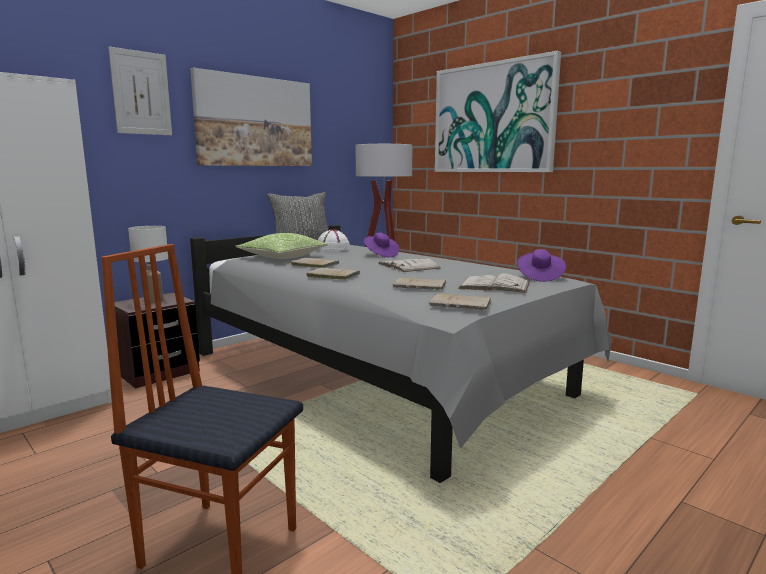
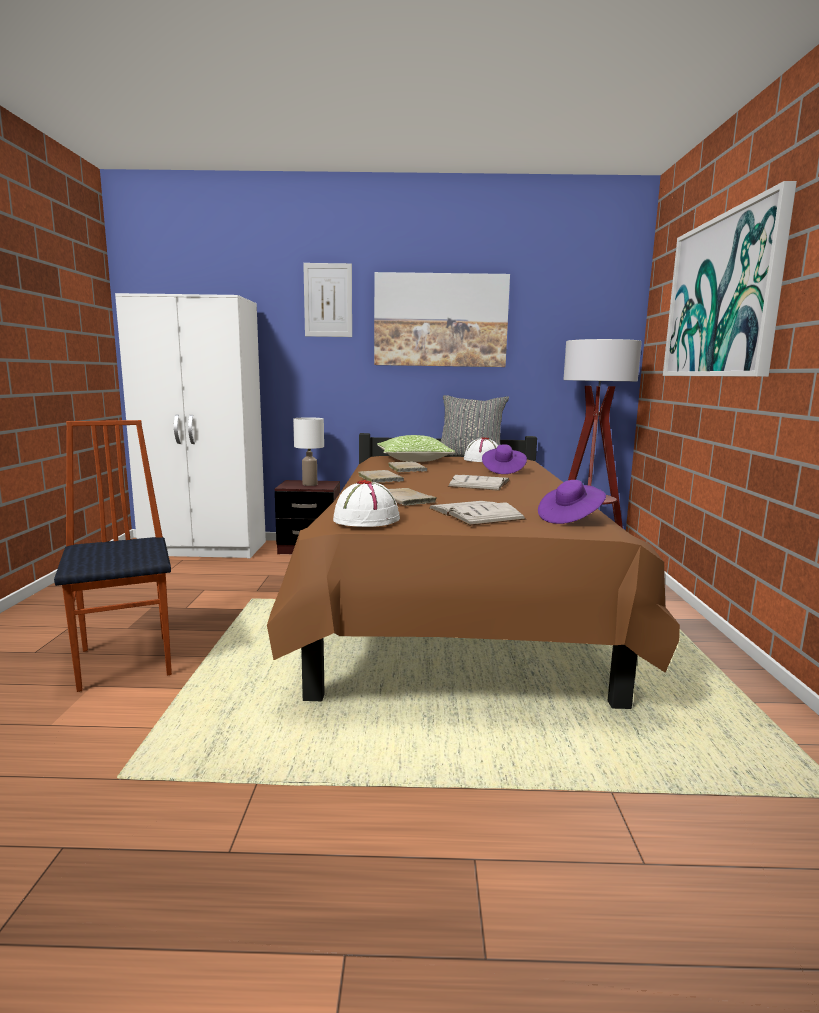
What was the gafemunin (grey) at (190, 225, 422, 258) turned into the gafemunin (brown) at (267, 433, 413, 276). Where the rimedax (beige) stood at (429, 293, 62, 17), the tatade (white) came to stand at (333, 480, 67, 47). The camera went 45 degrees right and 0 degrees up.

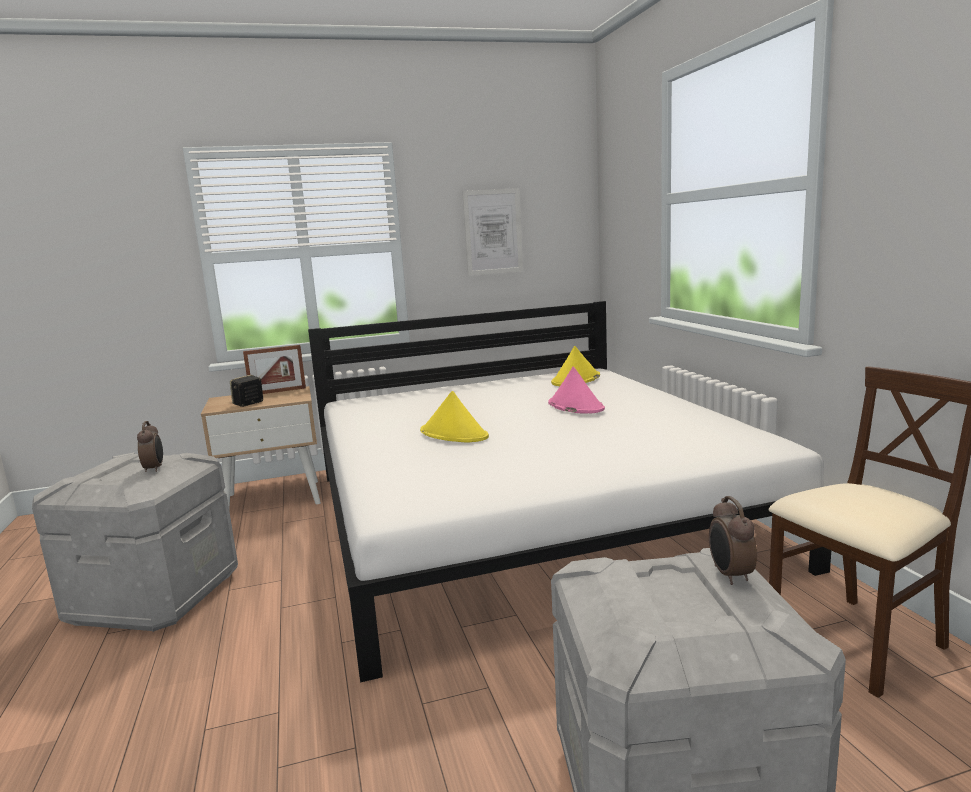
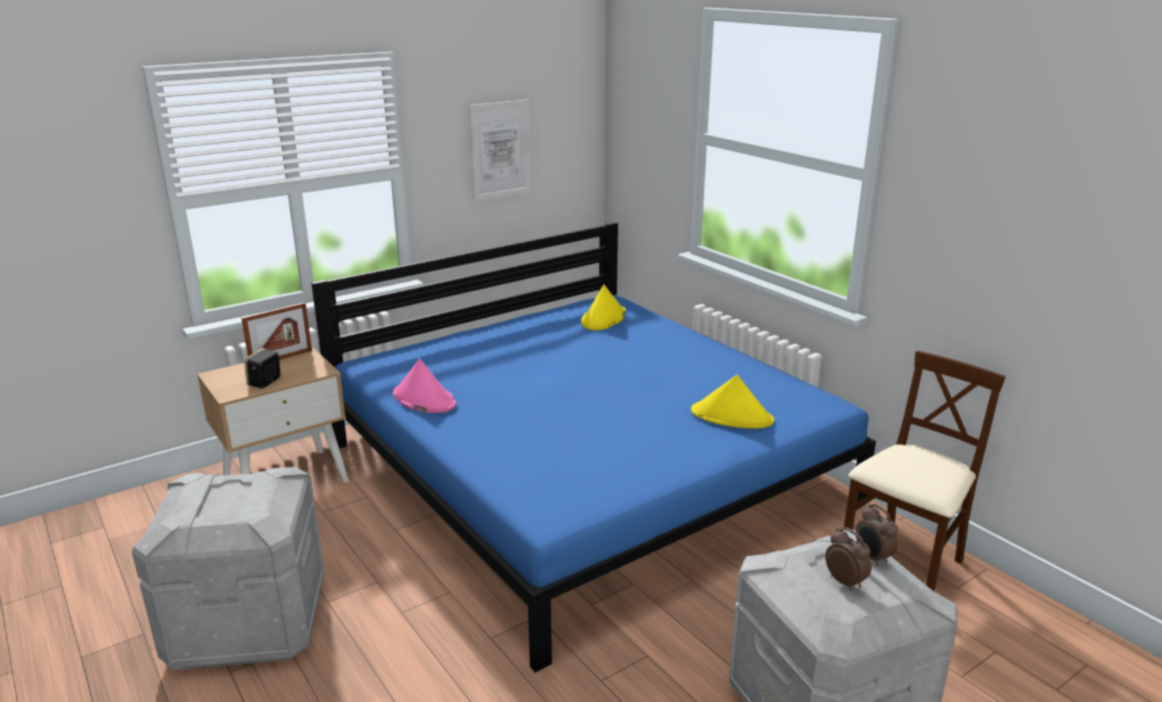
The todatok ended up elsewhere, having gone from (137, 421, 26, 51) to (825, 527, 46, 63). What was the gafemunin (white) at (308, 301, 523, 382) turned into the gafemunin (blue) at (311, 222, 565, 451). The tatade (yellow) ended up elsewhere, having gone from (420, 391, 69, 51) to (691, 375, 83, 53). The tatade (pink) ended up elsewhere, having gone from (548, 367, 57, 46) to (393, 359, 63, 54). The camera went 20 degrees left and 10 degrees up.

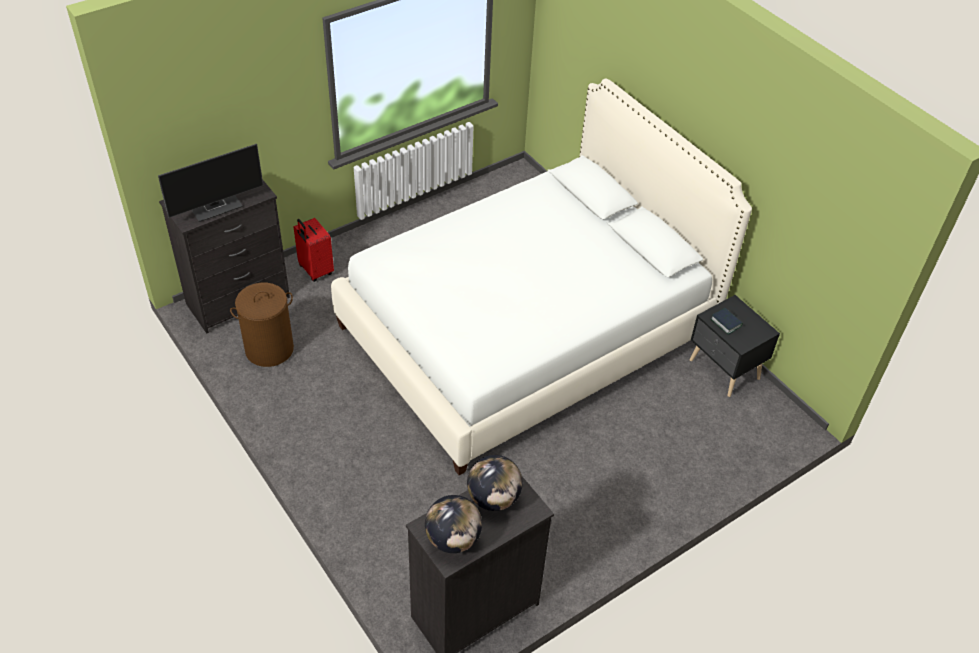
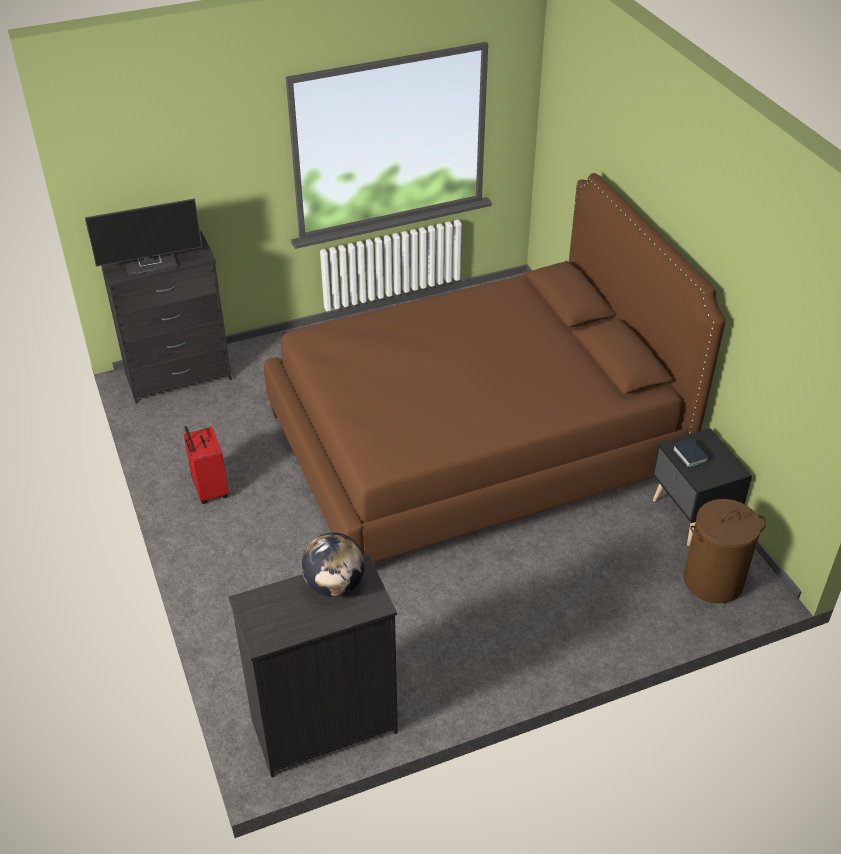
The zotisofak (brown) ended up elsewhere, having gone from (230, 283, 64, 84) to (683, 499, 83, 105). The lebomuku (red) ended up elsewhere, having gone from (294, 218, 40, 64) to (184, 426, 45, 78). What was the gafemunin (white) at (331, 78, 421, 397) turned into the gafemunin (brown) at (264, 173, 462, 390). The second view lost the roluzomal at (425, 495, 57, 58). The camera went 15 degrees right and 5 degrees down.

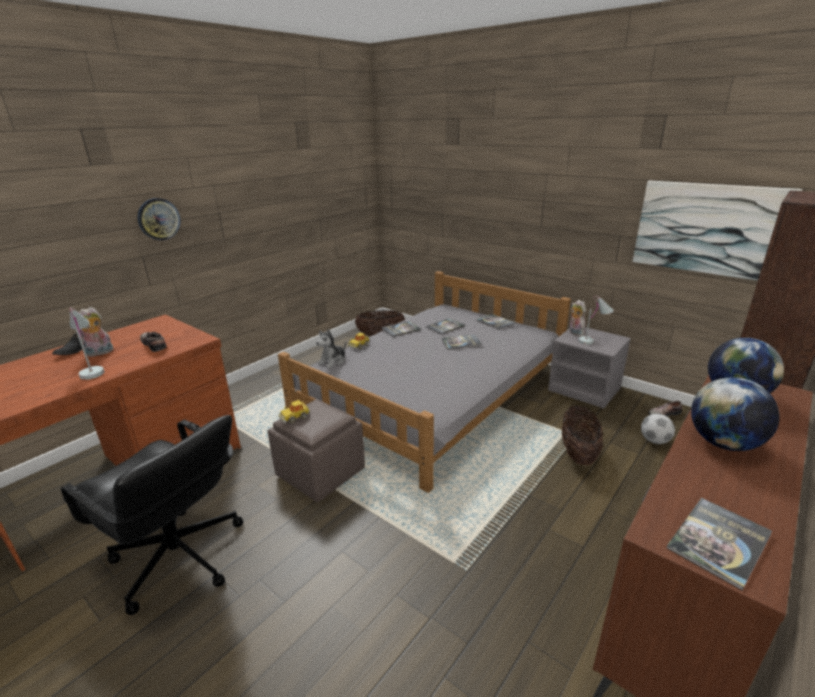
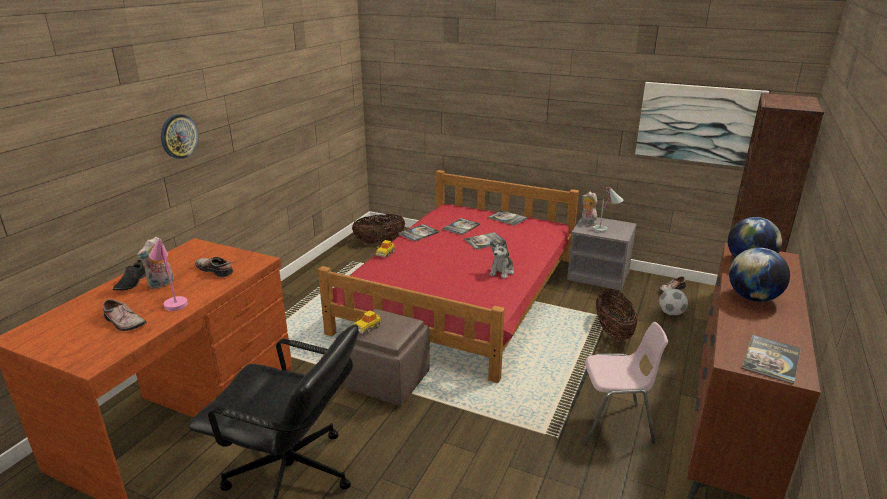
What was the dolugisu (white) at (70, 307, 34, 73) turned into the dolugisu (pink) at (149, 239, 39, 72). What was the gafemunin (grey) at (278, 271, 293, 222) turned into the gafemunin (red) at (318, 170, 261, 213). The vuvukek ended up elsewhere, having gone from (316, 329, 30, 39) to (489, 239, 25, 40). The second view gained the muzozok at (103, 299, 44, 32). The second view gained the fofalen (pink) at (572, 322, 96, 124). The camera went 15 degrees left and 0 degrees up.

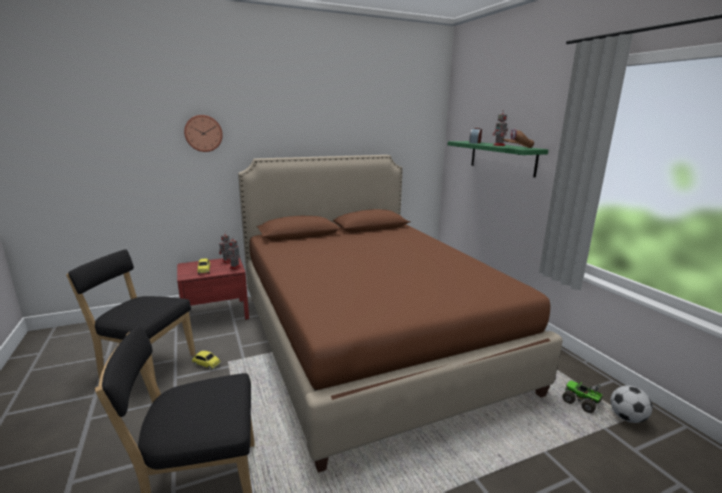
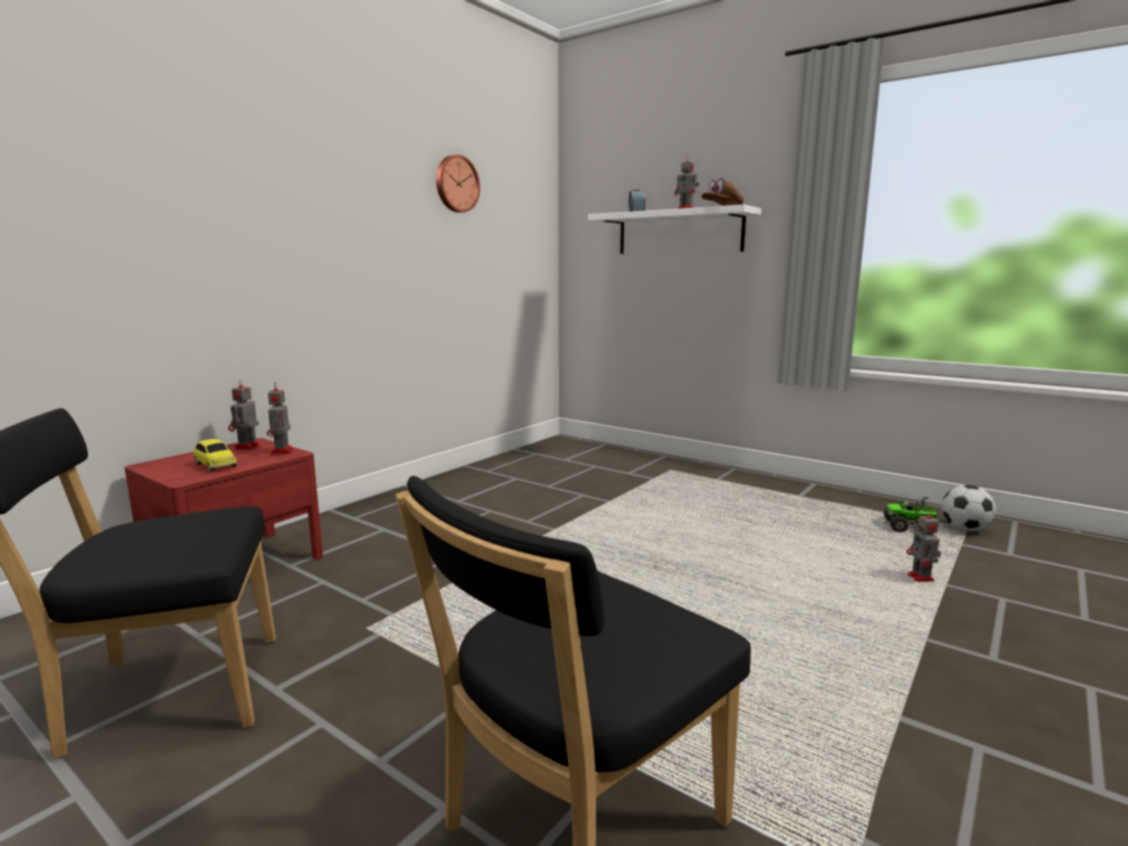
The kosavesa ended up elsewhere, having gone from (184, 115, 39, 37) to (436, 155, 44, 58). The second view lost the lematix at (192, 350, 29, 20). The second view lost the gafemunin (brown) at (238, 155, 325, 318). What was the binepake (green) at (447, 141, 101, 37) turned into the binepake (white) at (588, 205, 173, 49). The second view gained the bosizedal at (906, 509, 35, 73). The camera went 30 degrees left and 5 degrees down.

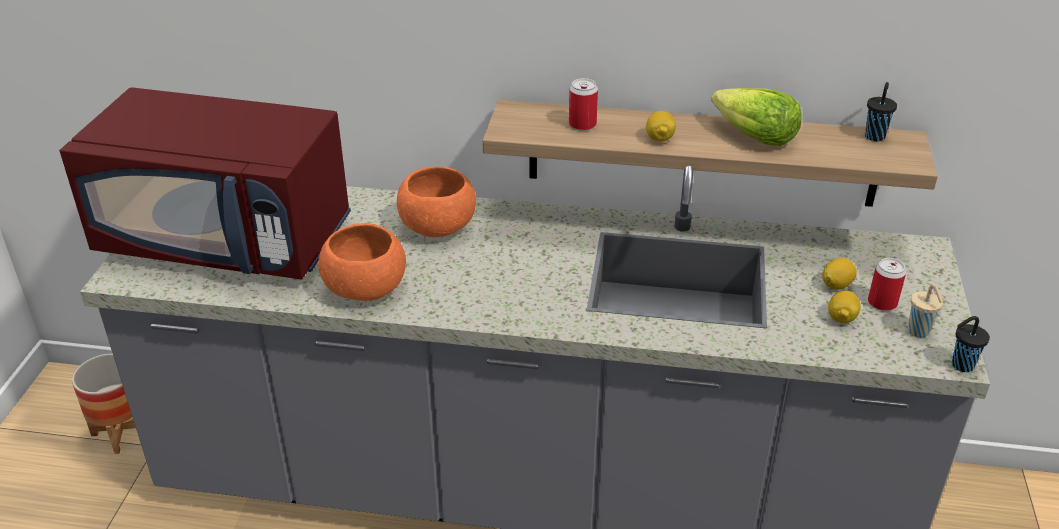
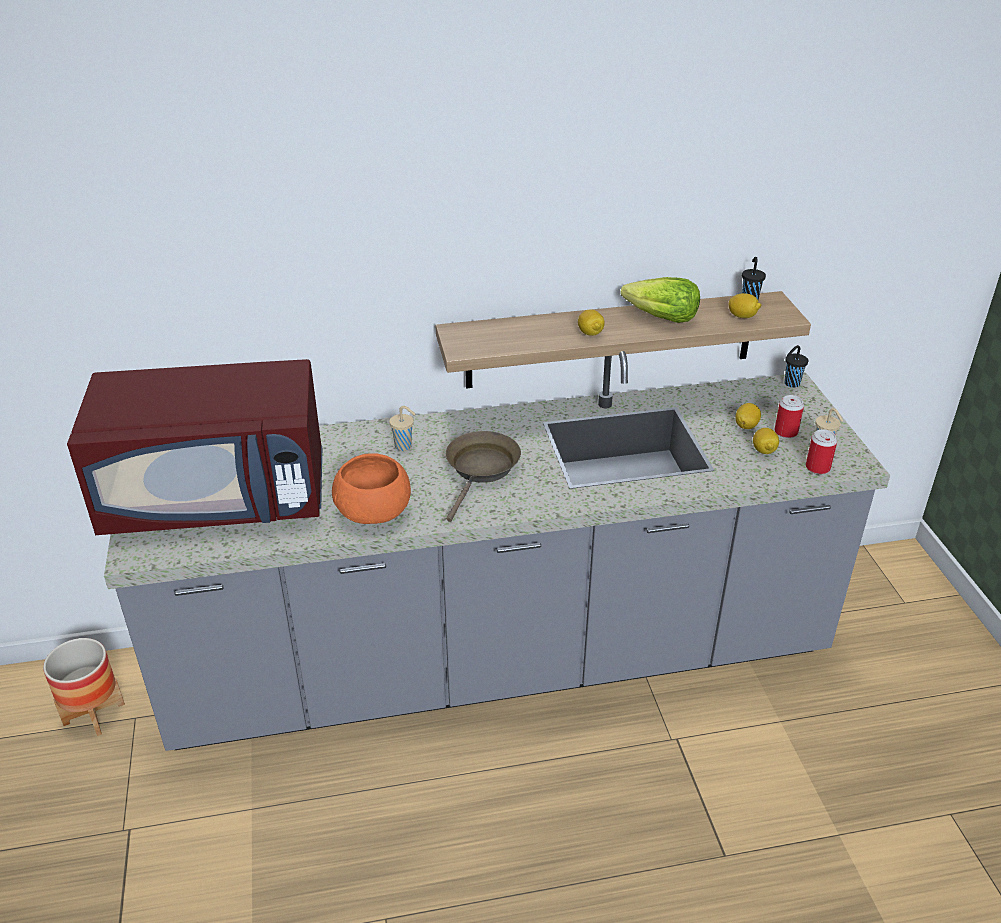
Where the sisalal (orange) stood at (397, 167, 79, 70), the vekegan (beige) came to stand at (389, 406, 26, 45). The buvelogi ended up elsewhere, having gone from (569, 78, 29, 53) to (806, 429, 31, 45). The vekegan (black) ended up elsewhere, having gone from (952, 316, 38, 56) to (785, 345, 23, 43). The second view gained the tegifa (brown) at (446, 431, 75, 91). The second view gained the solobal at (728, 293, 33, 25). The camera went 20 degrees left and 0 degrees up.

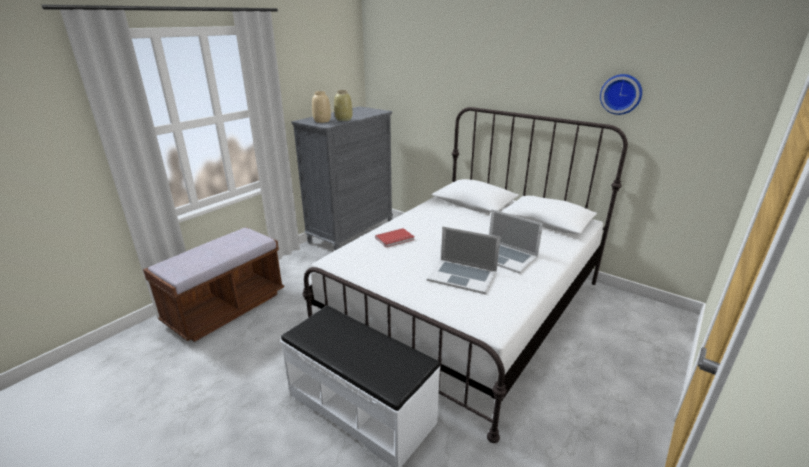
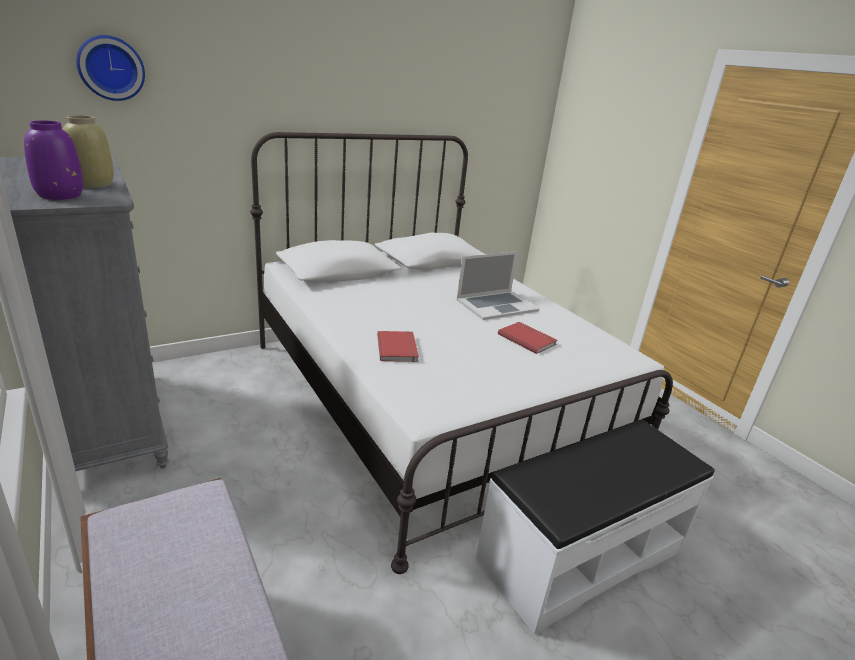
What was the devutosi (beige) at (312, 91, 19, 32) turned into the devutosi (purple) at (24, 120, 59, 80). Where the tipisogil stood at (427, 226, 73, 69), the rimedax (red) came to stand at (498, 322, 59, 32). The kosavesa ended up elsewhere, having gone from (600, 74, 42, 41) to (76, 35, 69, 66). The camera went 70 degrees left and 0 degrees up.

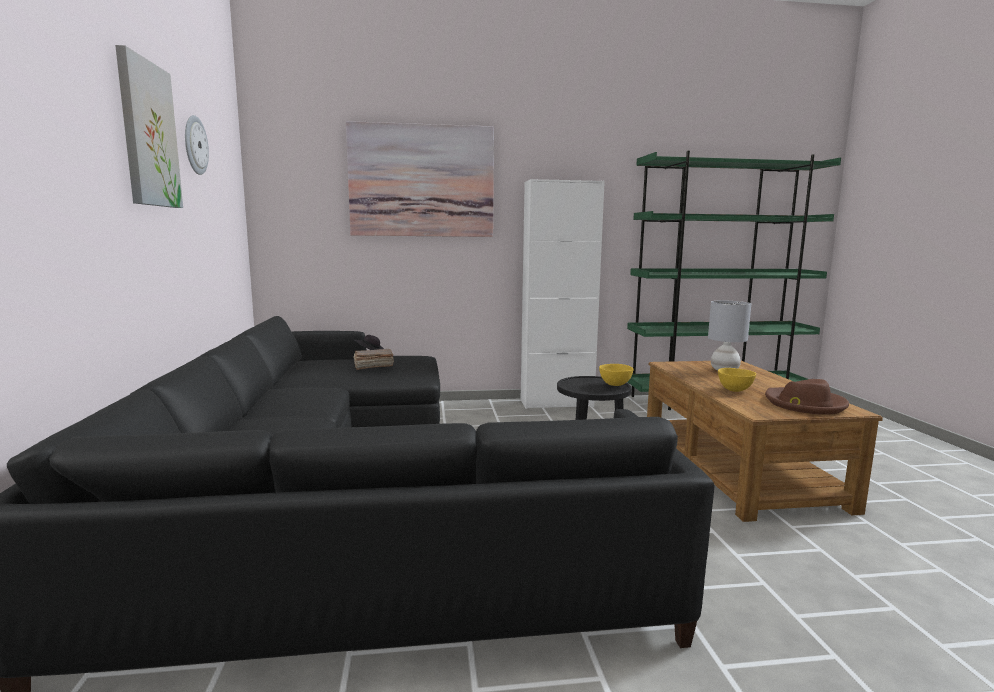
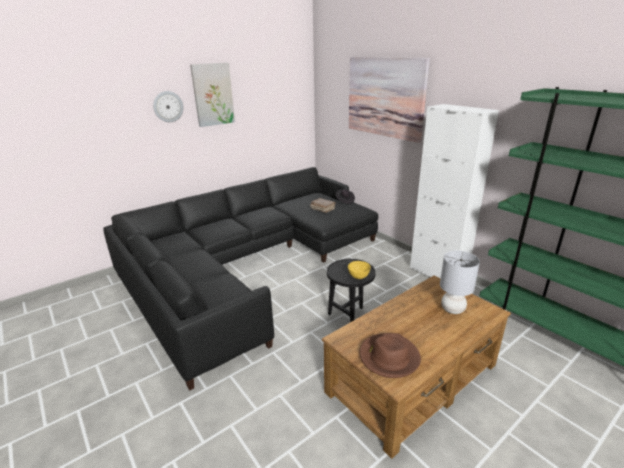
The kosavesa ended up elsewhere, having gone from (185, 115, 24, 60) to (153, 91, 30, 31). The second view lost the sisalal (yellow) at (718, 368, 38, 24). The camera went 60 degrees right and 15 degrees up.

